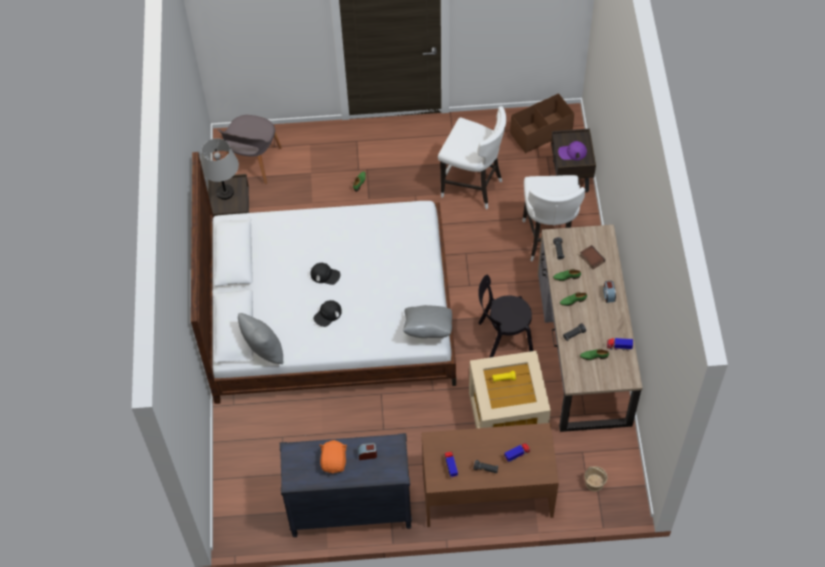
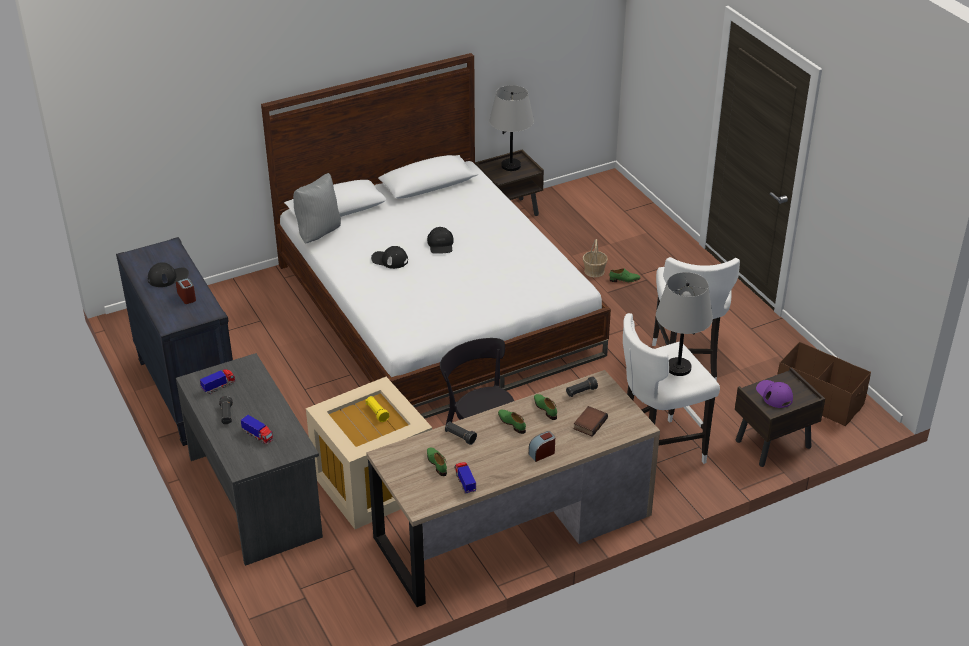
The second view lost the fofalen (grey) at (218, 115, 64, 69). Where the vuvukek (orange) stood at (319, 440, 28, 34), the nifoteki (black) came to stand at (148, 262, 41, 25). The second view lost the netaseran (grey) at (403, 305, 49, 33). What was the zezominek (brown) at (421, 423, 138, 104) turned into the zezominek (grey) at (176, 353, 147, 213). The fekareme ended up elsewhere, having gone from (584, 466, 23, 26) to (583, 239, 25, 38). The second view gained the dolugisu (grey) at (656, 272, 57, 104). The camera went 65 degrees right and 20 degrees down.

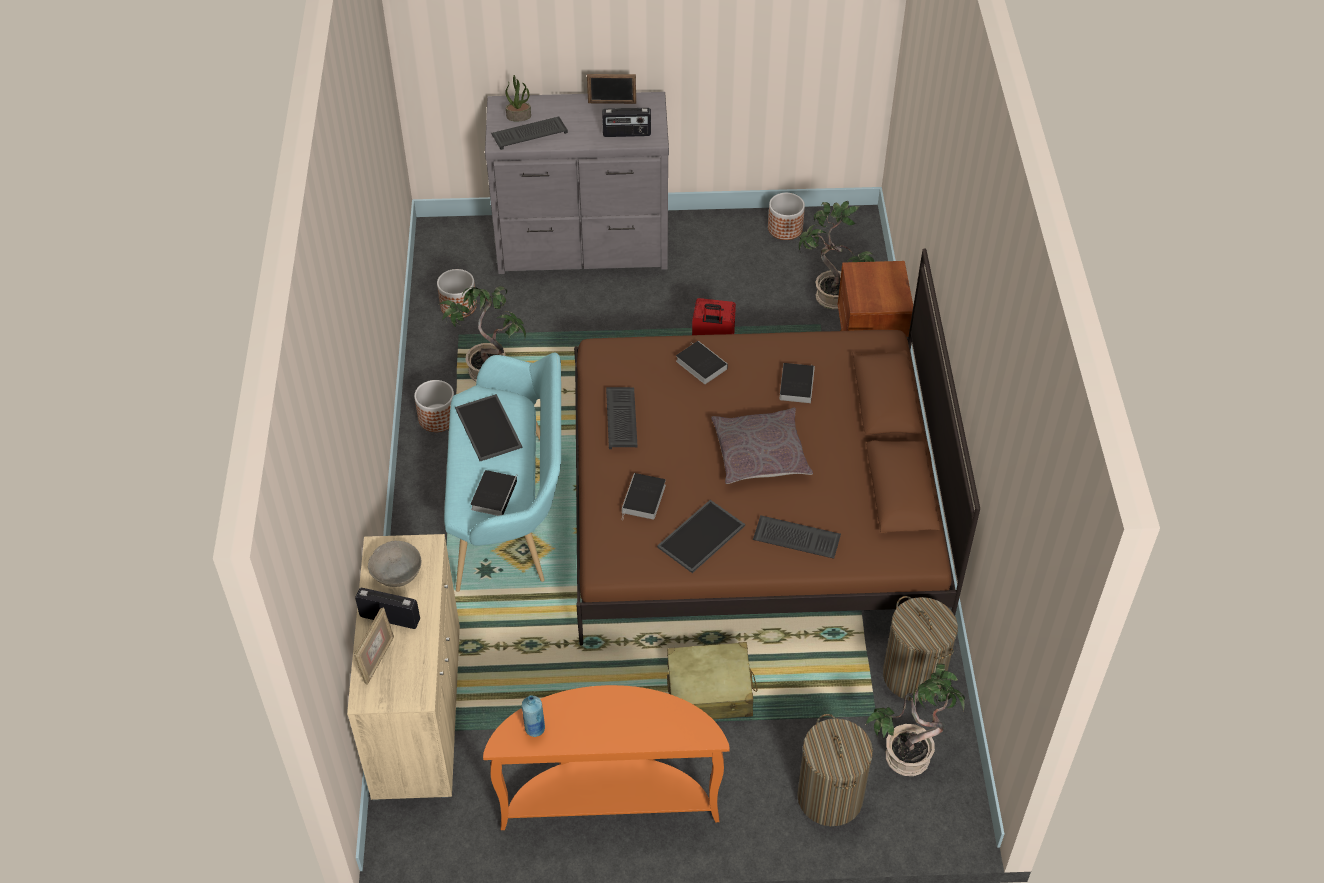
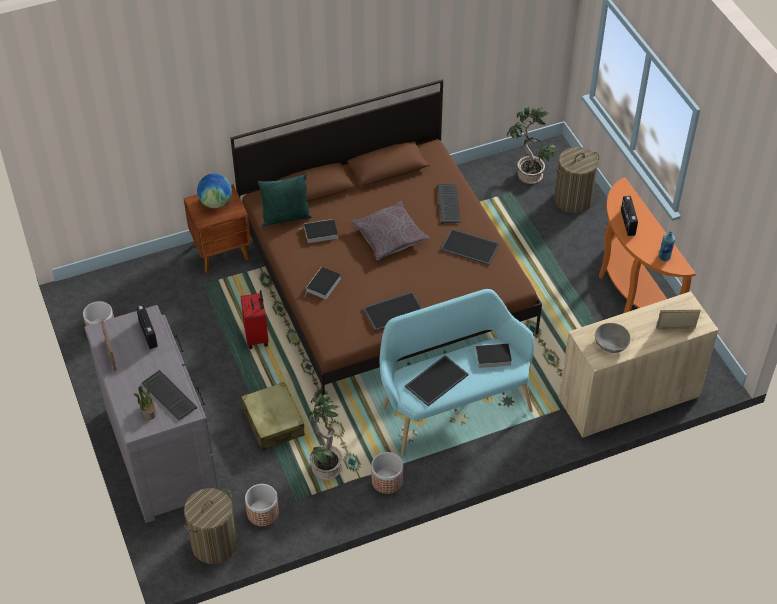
The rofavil ended up elsewhere, having gone from (355, 588, 65, 41) to (621, 196, 17, 40). Where the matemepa stood at (606, 387, 32, 62), the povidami came to stand at (363, 291, 60, 40). The second view lost the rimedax at (622, 473, 44, 47). The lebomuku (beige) ended up elsewhere, having gone from (667, 642, 91, 77) to (241, 382, 64, 68). The second view lost the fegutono at (799, 201, 76, 108). The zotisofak ended up elsewhere, having gone from (883, 596, 75, 105) to (184, 488, 53, 76). The second view gained the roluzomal at (197, 174, 35, 34). The second view gained the netaseran (green) at (258, 174, 54, 53). The camera went 110 degrees left and 0 degrees up.

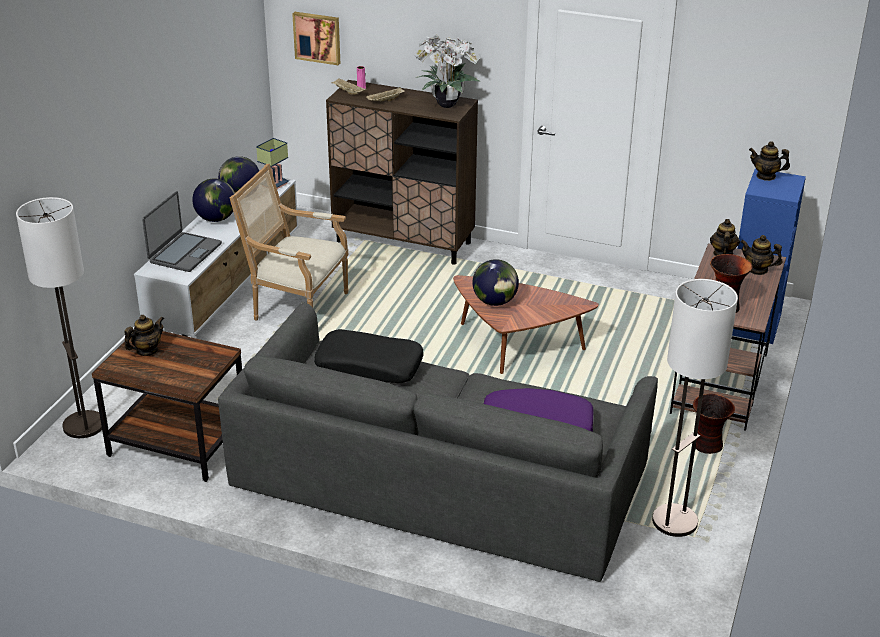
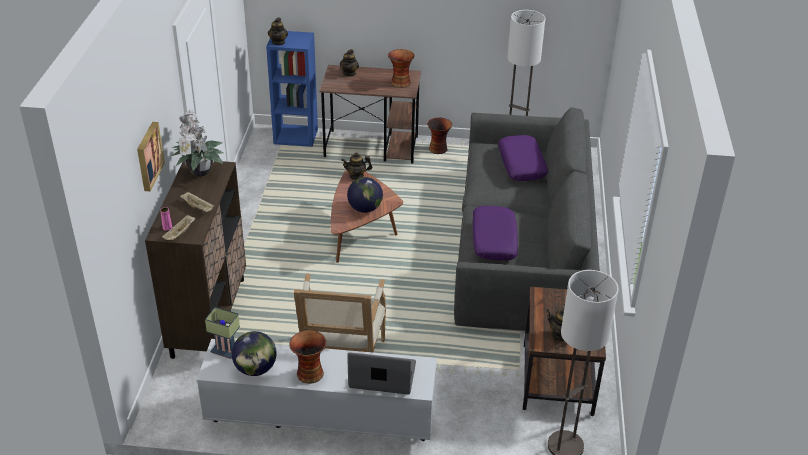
Where the roluzomal stood at (192, 179, 43, 43), the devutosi came to stand at (289, 330, 37, 54). The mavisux ended up elsewhere, having gone from (292, 12, 48, 53) to (137, 122, 28, 70). What was the netaseran (black) at (314, 329, 109, 54) turned into the netaseran (purple) at (473, 206, 45, 54). The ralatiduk ended up elsewhere, having gone from (710, 219, 30, 37) to (341, 153, 31, 27). The camera went 105 degrees left and 5 degrees up.

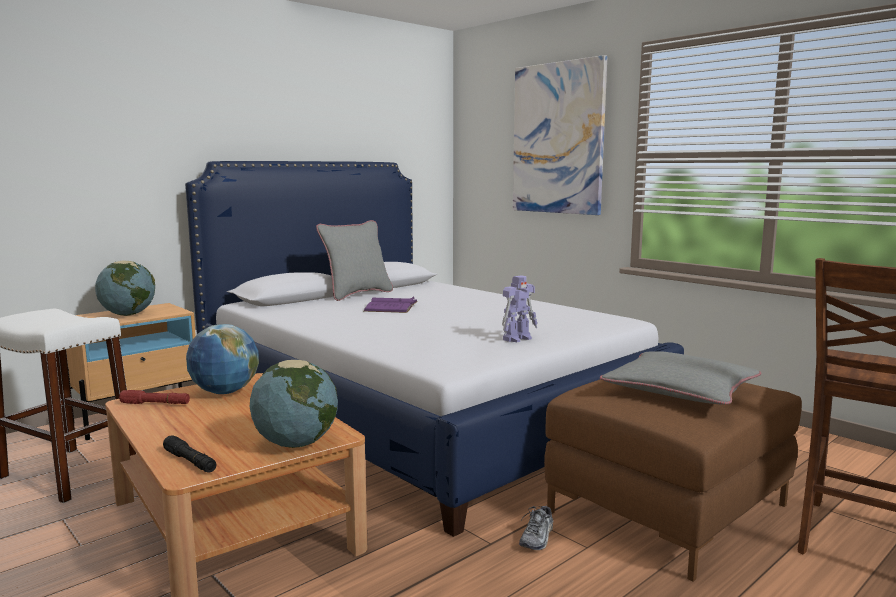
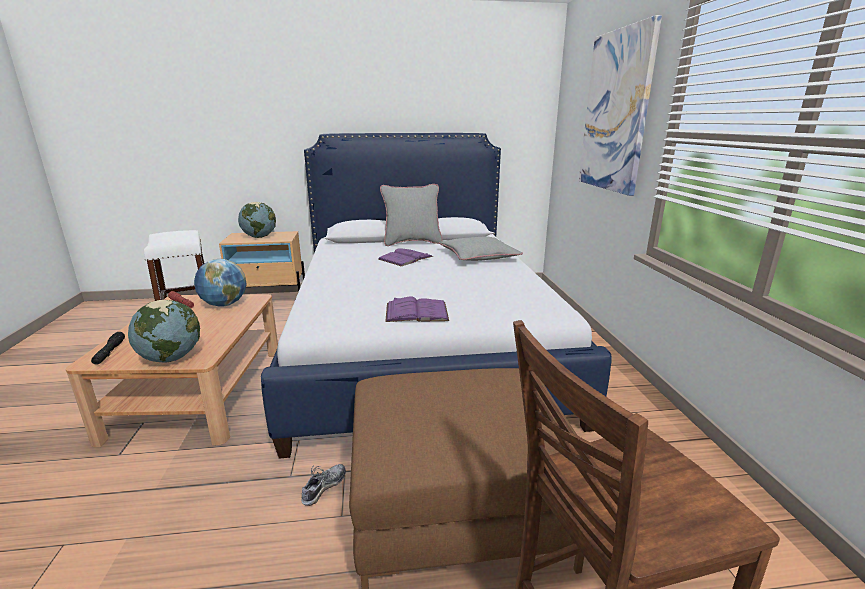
Where the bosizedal stood at (502, 275, 35, 67), the rimedax (purple) came to stand at (385, 296, 64, 26). The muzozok at (519, 506, 35, 44) ended up facing another way, 150 degrees clockwise from before. The netaseran (grey) ended up elsewhere, having gone from (600, 351, 161, 54) to (439, 236, 84, 25). The camera went 35 degrees right and 10 degrees up.

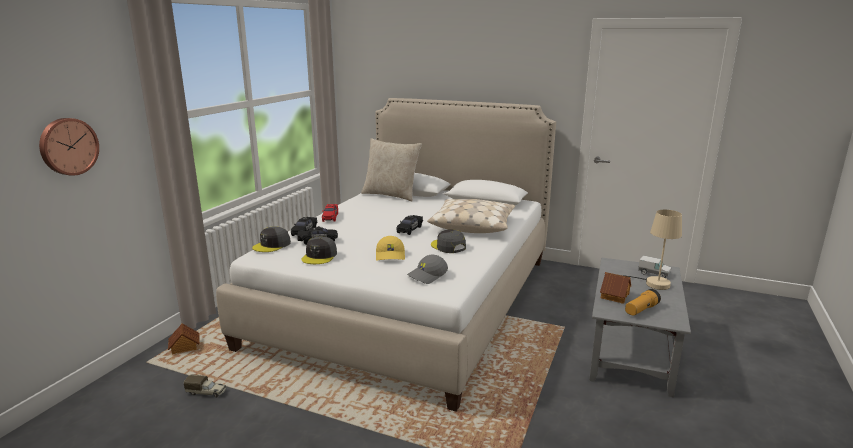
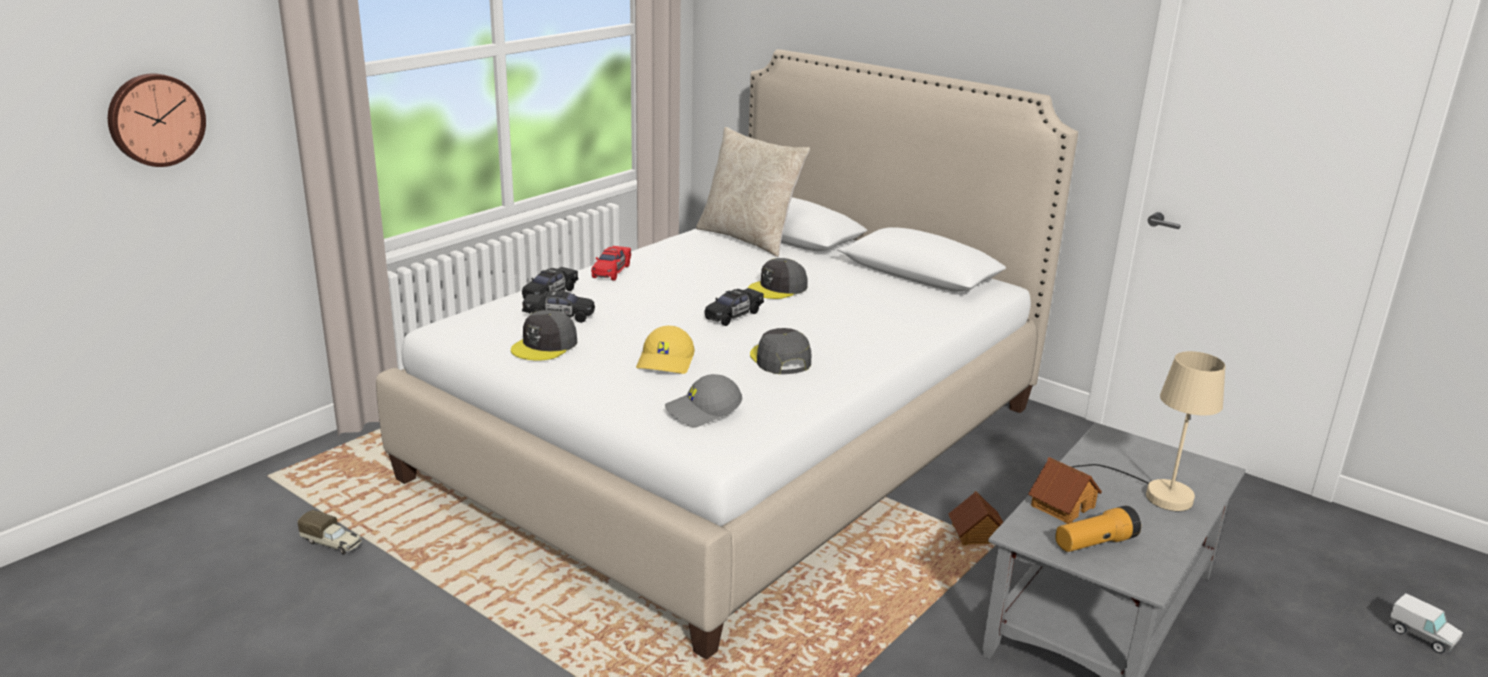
The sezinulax ended up elsewhere, having gone from (168, 323, 32, 31) to (949, 491, 54, 55). The nifoteki (grey) ended up elsewhere, having gone from (252, 226, 39, 26) to (748, 258, 59, 41). The second view lost the netaseran (beige) at (427, 199, 88, 34). The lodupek ended up elsewhere, having gone from (638, 255, 34, 23) to (1388, 593, 75, 60). The camera went 15 degrees right and 5 degrees up.

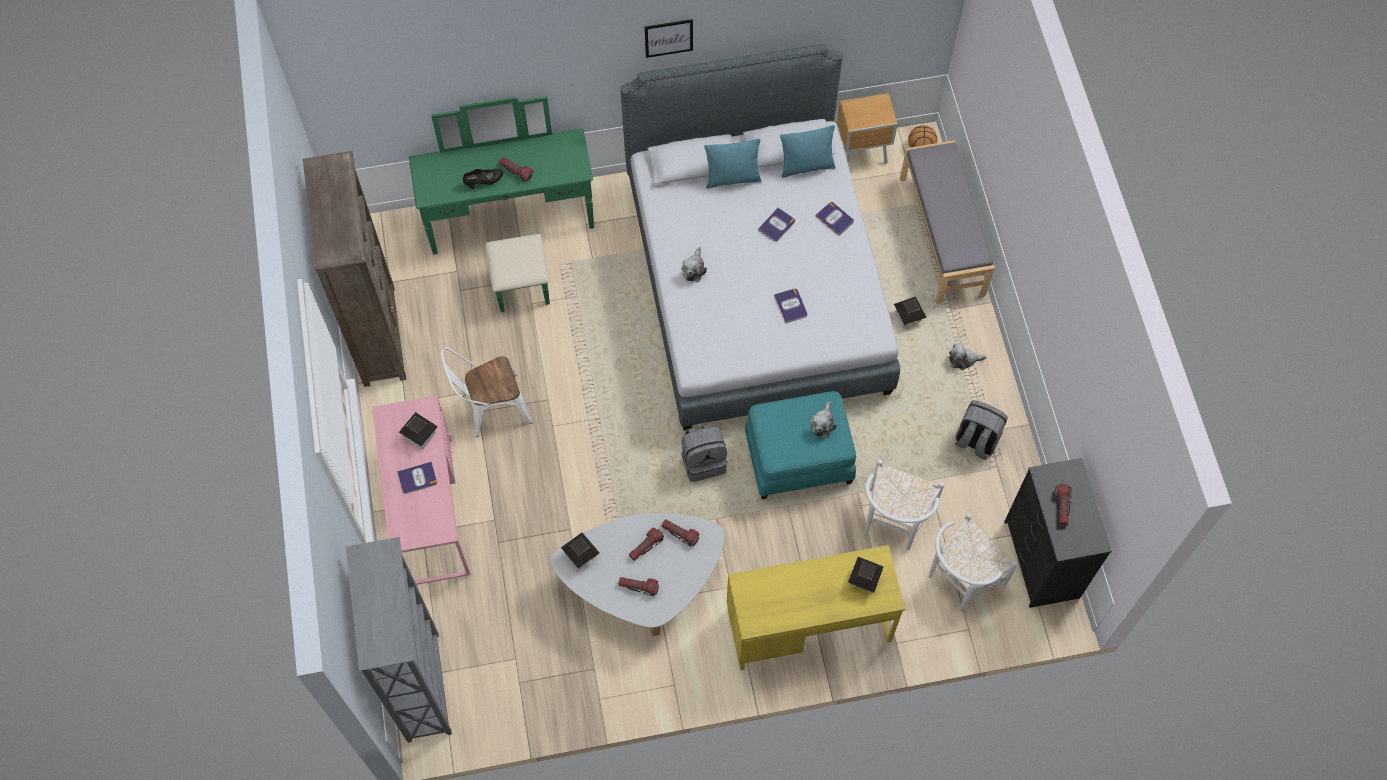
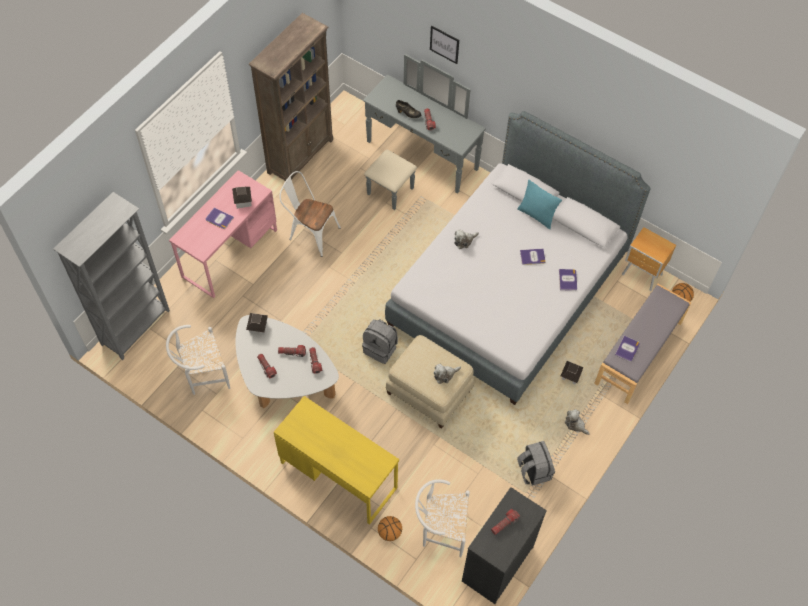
What was the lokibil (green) at (409, 96, 185, 216) turned into the lokibil (grey) at (363, 54, 123, 156). The mavisux ended up elsewhere, having gone from (645, 19, 48, 39) to (430, 26, 29, 38). What was the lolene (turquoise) at (745, 391, 111, 108) turned into the lolene (beige) at (386, 335, 88, 94). The rimedax ended up elsewhere, having gone from (774, 288, 33, 35) to (615, 336, 25, 26). The second view lost the netaseran (turquoise) at (780, 125, 56, 53). The second view lost the sezinulax at (848, 556, 36, 37). The fofalen (white) ended up elsewhere, having gone from (865, 460, 79, 90) to (166, 325, 64, 70). The second view gained the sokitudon at (378, 516, 24, 25). The camera went 45 degrees right and 5 degrees down.

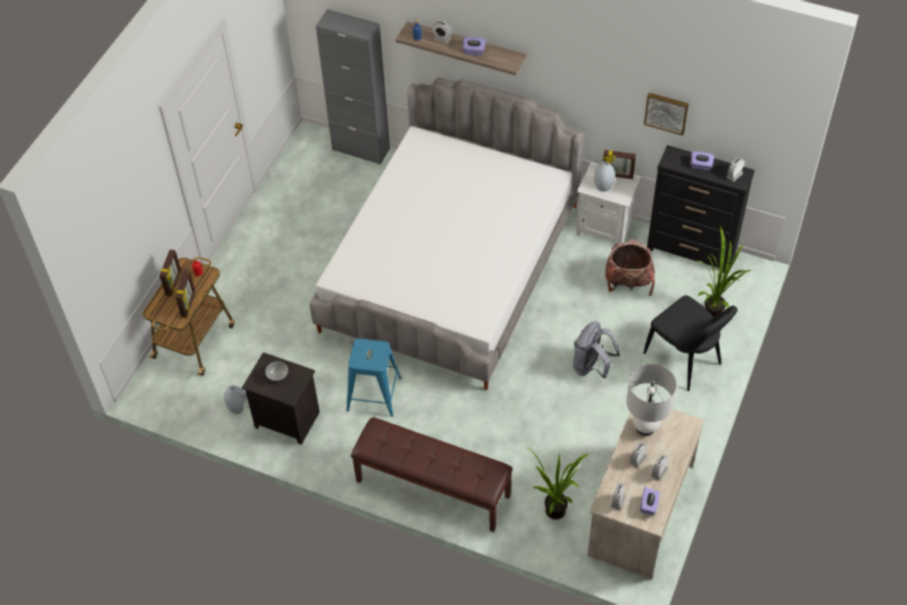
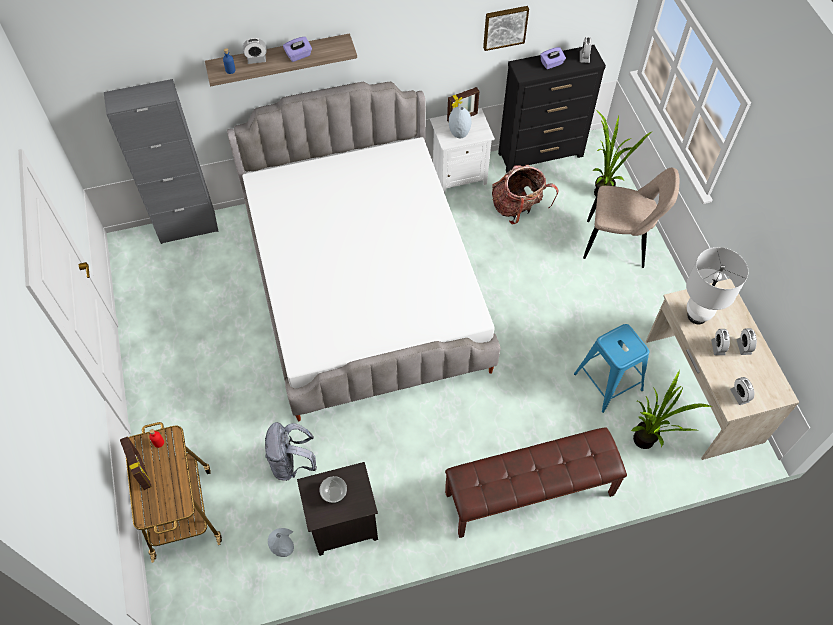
The second view lost the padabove at (175, 270, 20, 48). The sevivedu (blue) ended up elsewhere, having gone from (346, 338, 55, 79) to (574, 324, 75, 89). The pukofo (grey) ended up elsewhere, having gone from (573, 321, 47, 58) to (265, 422, 52, 59). The second view lost the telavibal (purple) at (640, 487, 20, 28). What was the fofalen (black) at (643, 295, 95, 96) turned into the fofalen (beige) at (583, 168, 96, 100). The camera went 40 degrees left and 5 degrees up.

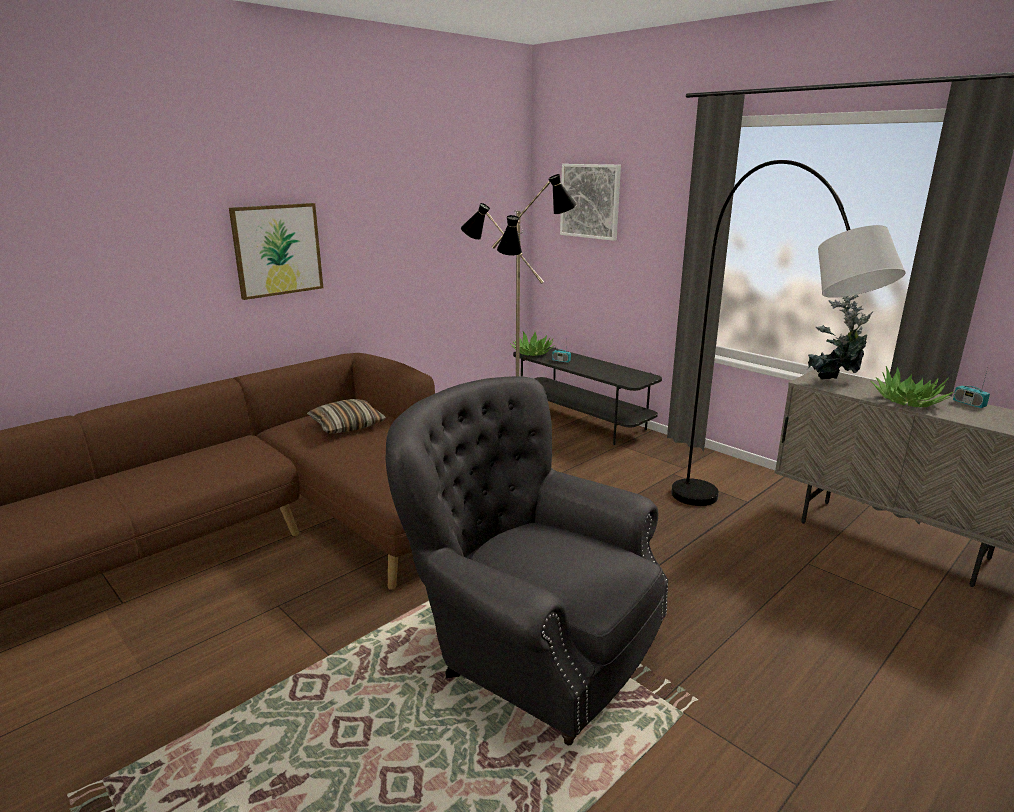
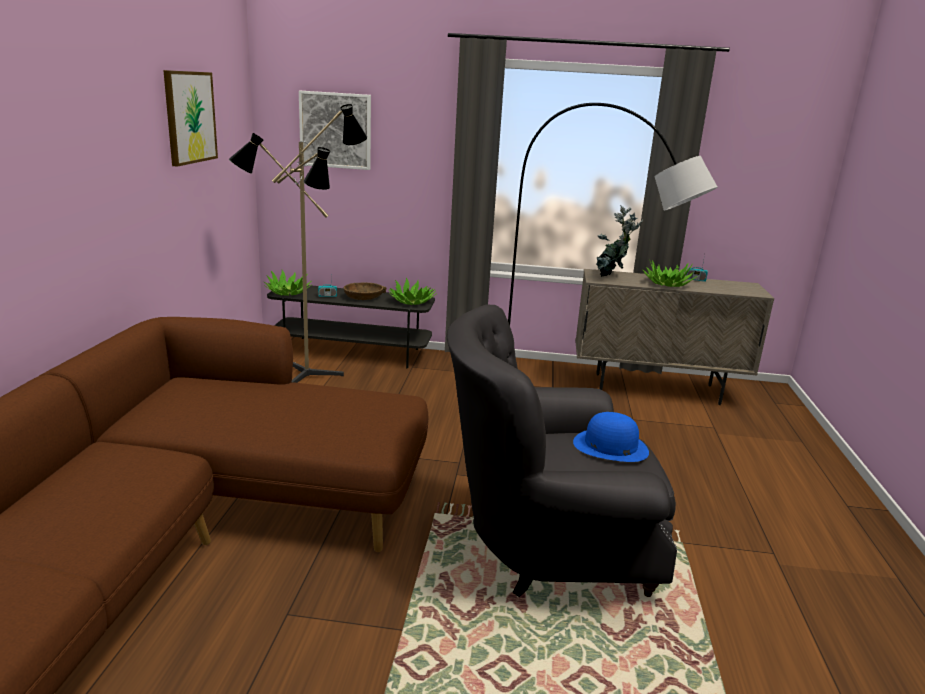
The mavisux ended up elsewhere, having gone from (229, 203, 94, 97) to (163, 70, 55, 97). The second view lost the netaseran at (307, 399, 79, 35). The second view gained the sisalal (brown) at (344, 282, 42, 18). The second view gained the fegutono at (389, 277, 48, 28). The second view gained the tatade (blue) at (573, 412, 76, 50). The camera went 40 degrees left and 0 degrees up.

